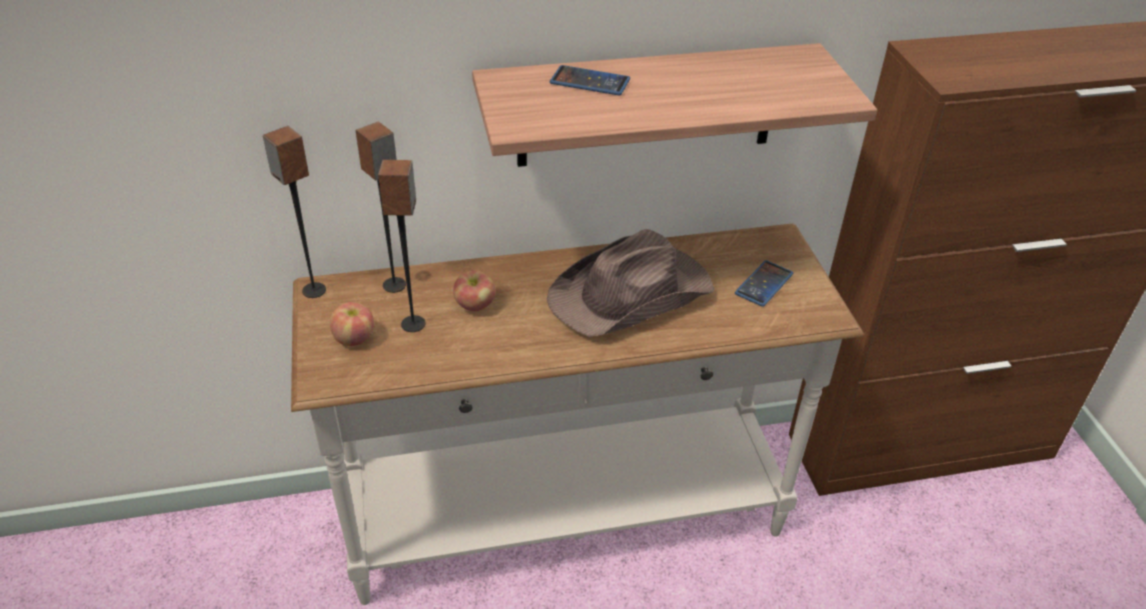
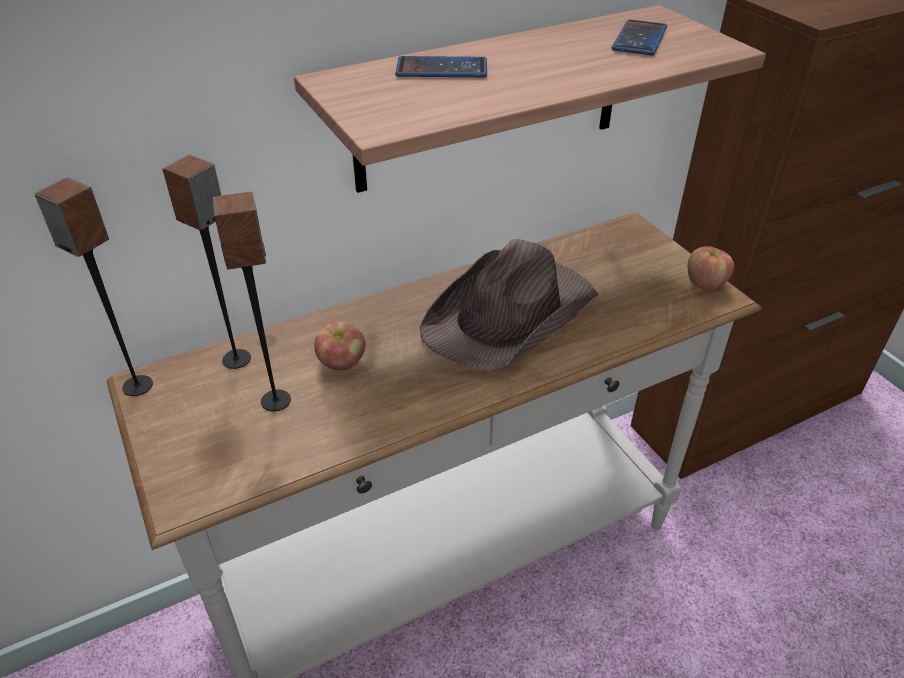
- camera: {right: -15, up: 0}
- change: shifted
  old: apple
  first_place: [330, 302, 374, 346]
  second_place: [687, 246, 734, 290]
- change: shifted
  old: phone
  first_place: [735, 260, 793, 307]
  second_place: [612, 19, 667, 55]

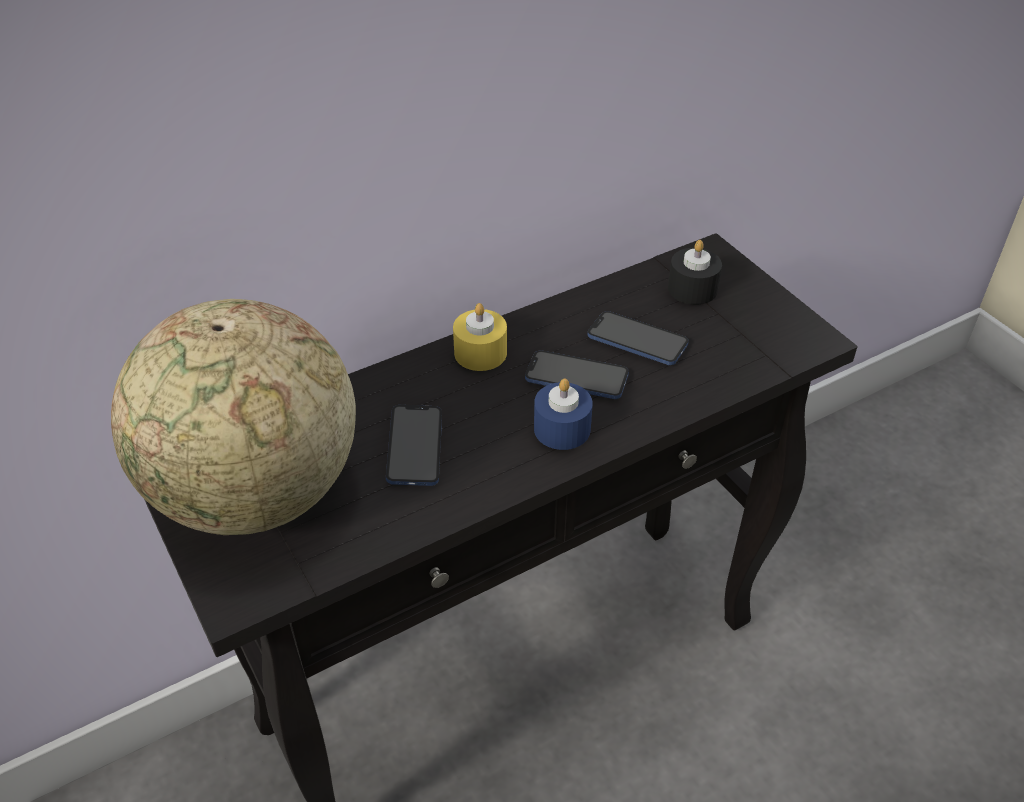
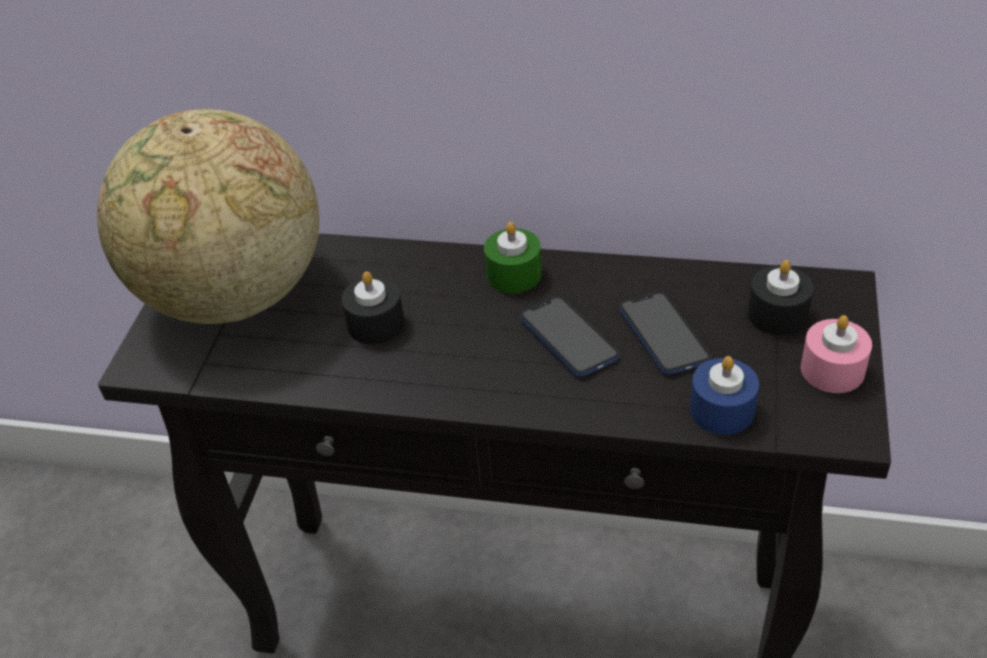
- camera: {right: 45, up: 0}
- change: swapped
  old: phone
  new: candle in black
  first_place: [386, 405, 442, 486]
  second_place: [341, 271, 405, 344]
- change: repainted
  old: candle in yellow
  new: candle in green
  first_place: [453, 303, 507, 371]
  second_place: [484, 222, 542, 293]
- change: shifted
  old: candle in blue
  first_place: [534, 378, 593, 450]
  second_place: [690, 356, 759, 435]
- change: new
  new: candle in pink
  second_place: [801, 315, 872, 393]

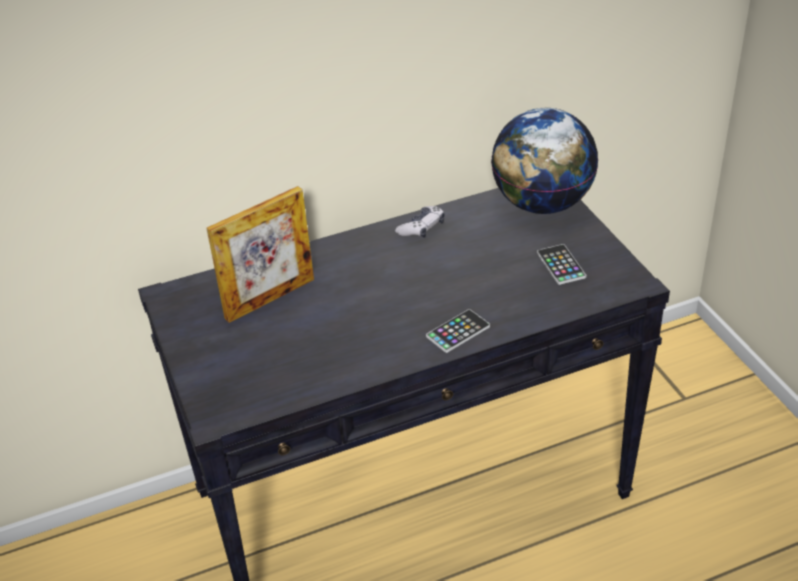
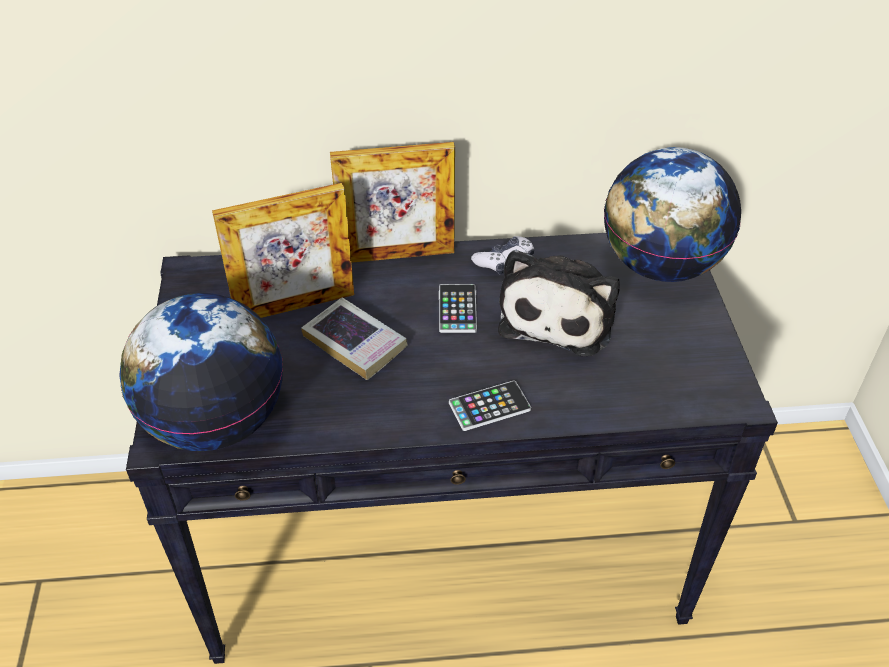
- camera: {right: 15, up: 5}
- change: shifted
  old: phone
  first_place: [537, 244, 586, 285]
  second_place: [439, 284, 477, 333]
- change: new
  new: globe
  second_place: [119, 293, 283, 451]
- change: new
  new: book
  second_place: [301, 297, 408, 380]
- change: new
  new: picture frame
  second_place: [330, 142, 455, 263]
- change: new
  new: plush toy
  second_place: [498, 250, 620, 356]

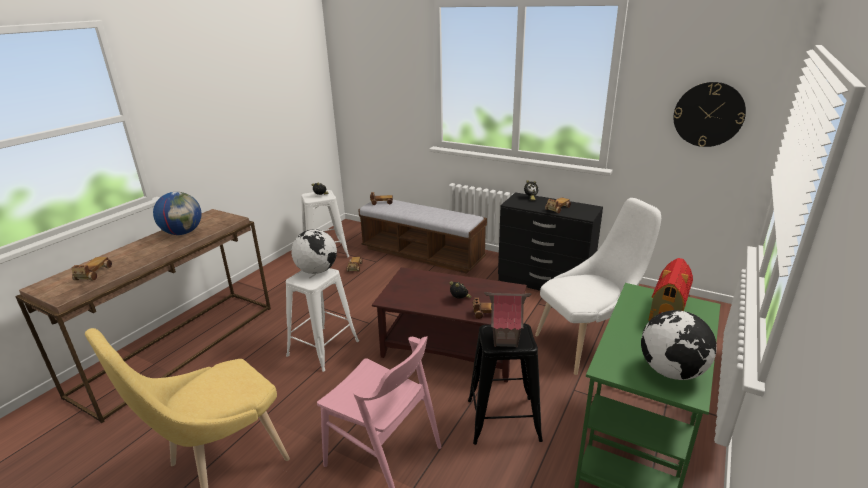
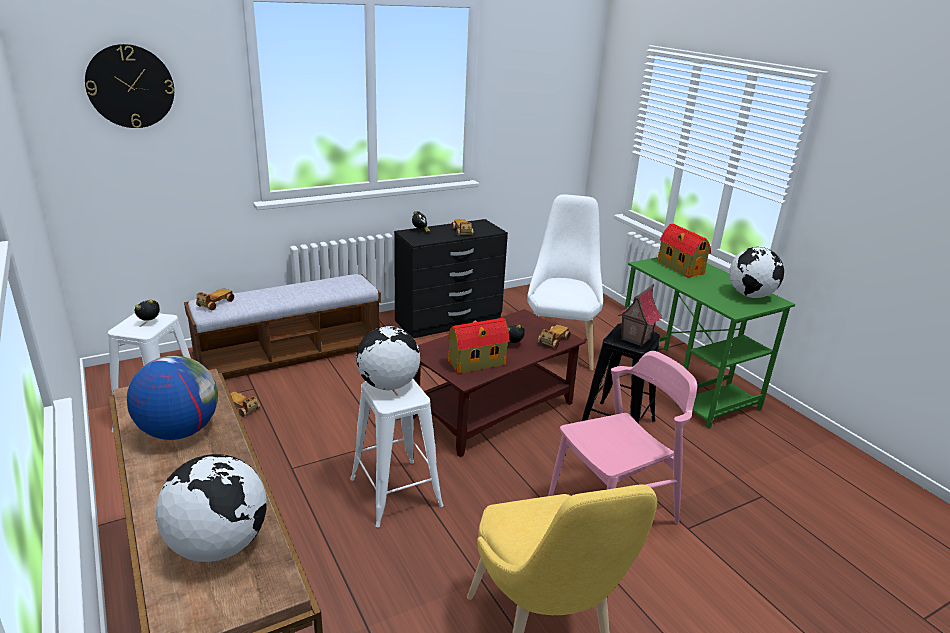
- camera: {right: -60, up: 0}
- change: swapped
  old: toy car
  new: globe
  first_place: [72, 257, 112, 280]
  second_place: [156, 454, 267, 562]
- change: shifted
  old: wall clock
  first_place: [673, 82, 746, 147]
  second_place: [85, 44, 174, 128]
- change: new
  new: toy house
  second_place: [448, 318, 509, 374]

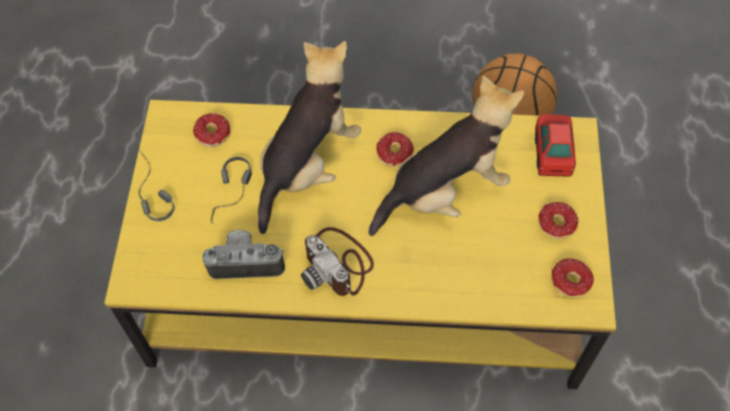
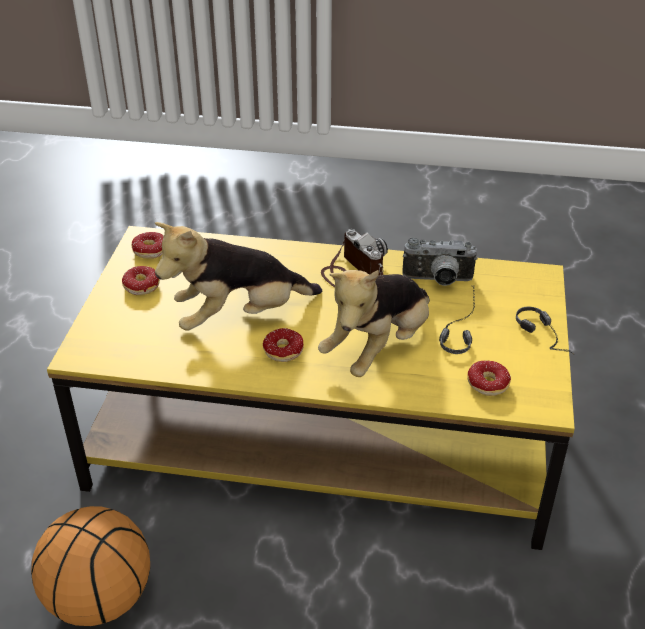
- camera: {right: -175, up: -20}
- change: gone
  old: toy car
  first_place: [535, 114, 576, 177]

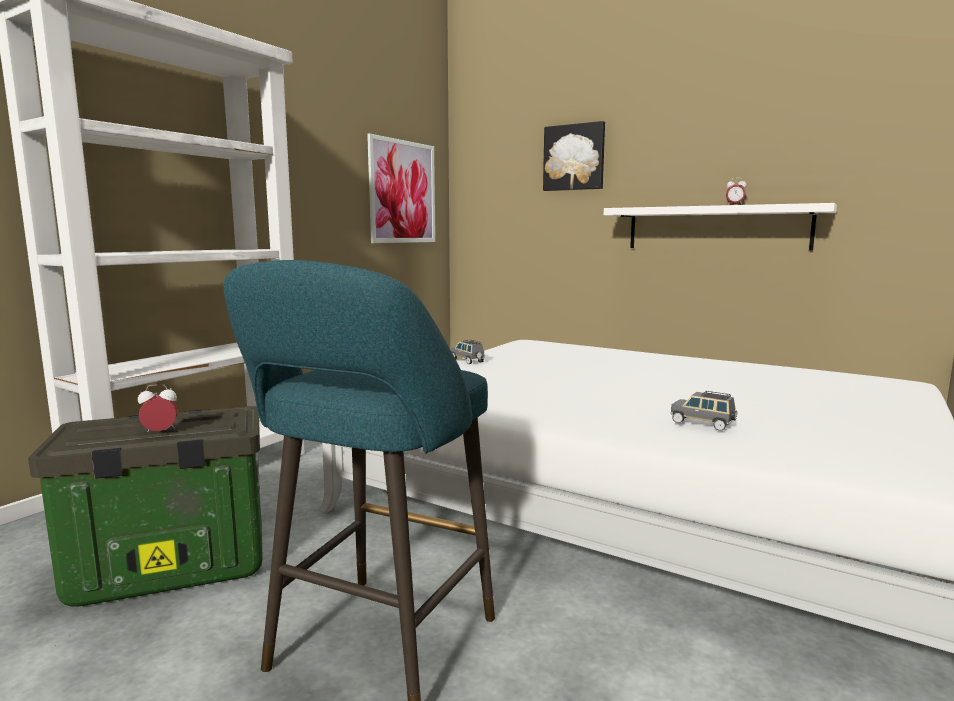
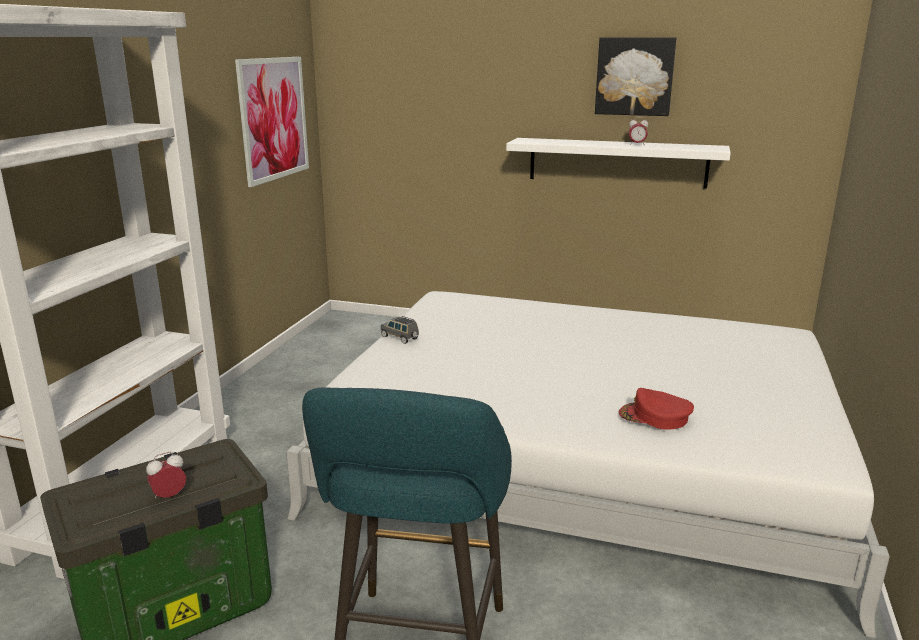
- camera: {right: -15, up: 10}
- change: shifted
  old: picture
  first_place: [543, 121, 605, 191]
  second_place: [595, 37, 676, 116]
- change: swapped
  old: toy car in grey
  new: cap in red
  first_place: [671, 391, 737, 431]
  second_place: [619, 388, 694, 430]

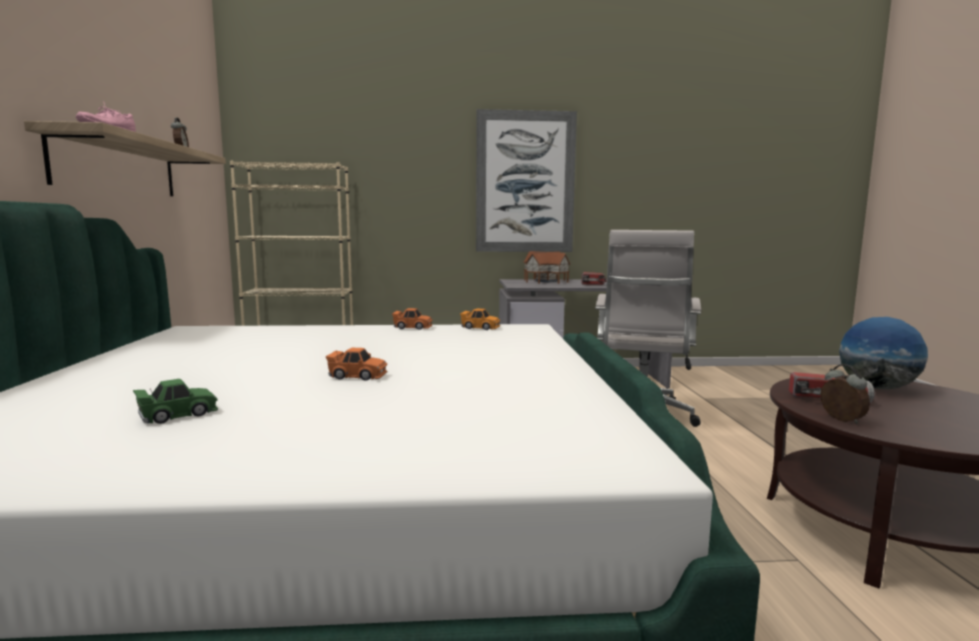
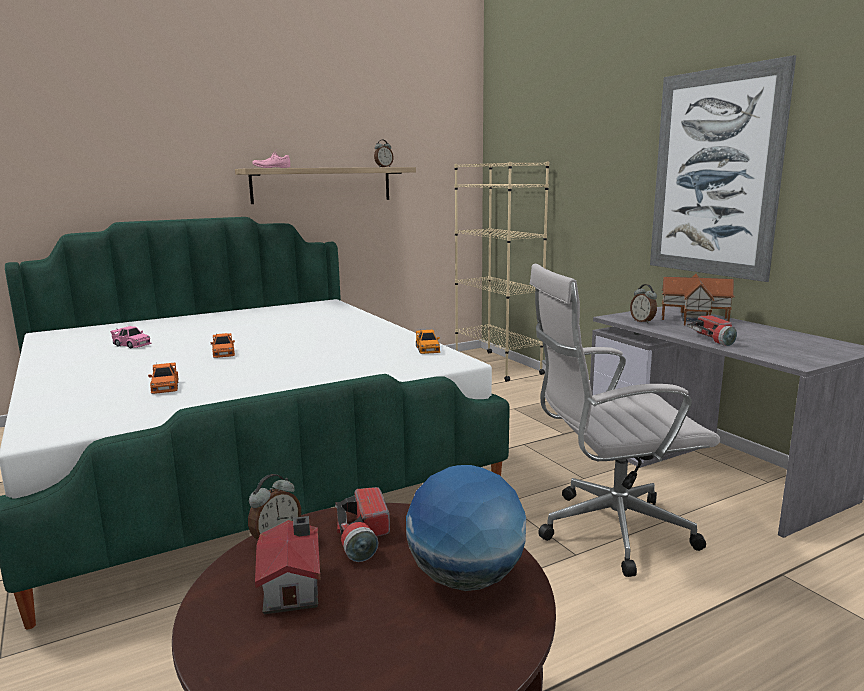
- camera: {right: 65, up: 5}
- change: repainted
  old: toy car in green
  new: toy car in pink
  first_place: [133, 379, 218, 424]
  second_place: [110, 326, 151, 348]
- change: shifted
  old: toy car in orange
  first_place: [392, 308, 433, 330]
  second_place: [148, 363, 179, 394]
- change: new
  new: toy house
  second_place: [255, 516, 321, 614]
- change: new
  new: alarm clock
  second_place: [630, 284, 657, 324]

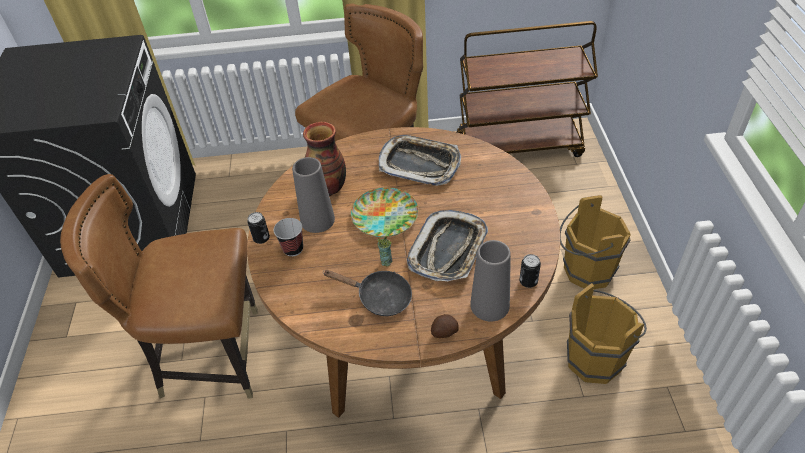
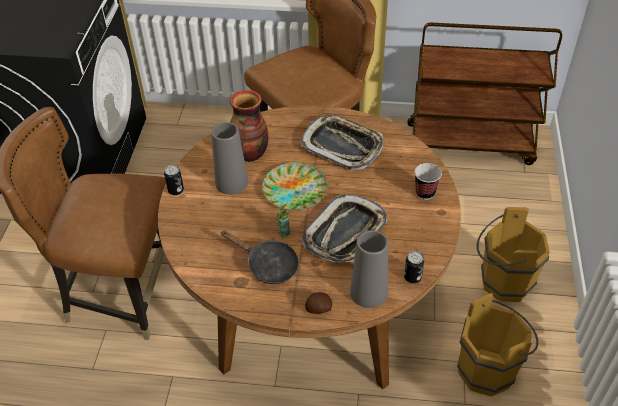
- camera: {right: 10, up: 0}
- change: shifted
  old: cup
  first_place: [274, 218, 303, 257]
  second_place: [415, 163, 442, 200]

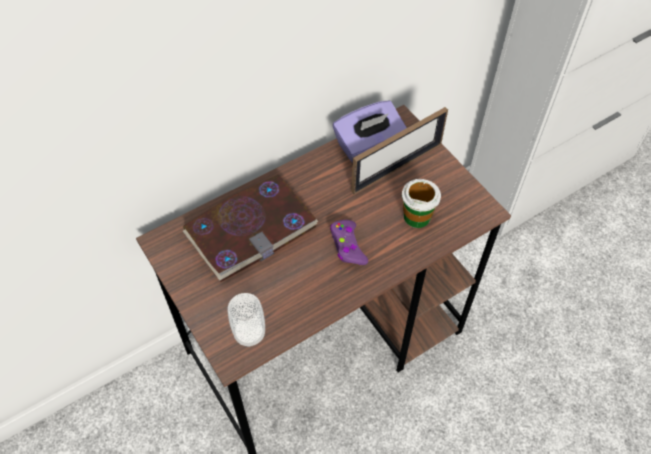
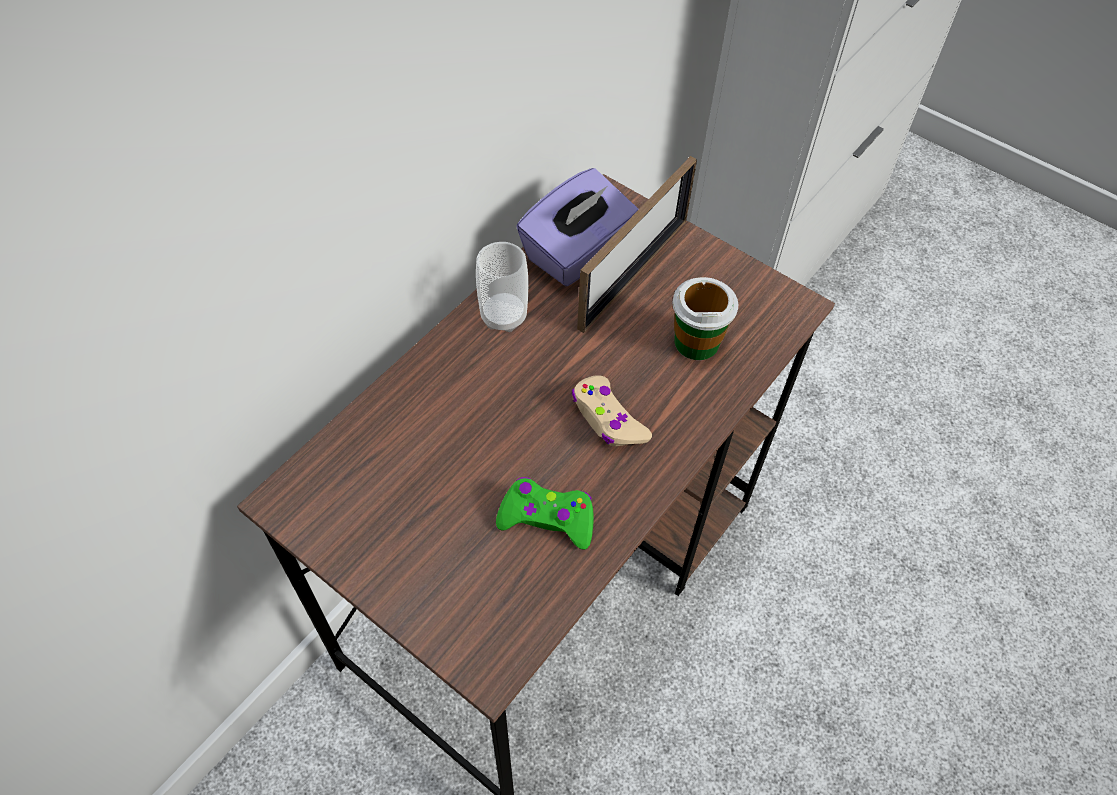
- camera: {right: -20, up: 0}
- change: gone
  old: book
  first_place: [183, 174, 318, 282]
- change: shifted
  old: cup
  first_place: [227, 293, 265, 347]
  second_place: [476, 242, 528, 332]
- change: repainted
  old: game controller in purple
  new: game controller in beige
  first_place: [330, 220, 368, 265]
  second_place: [572, 375, 652, 446]
- change: new
  new: game controller in green
  second_place: [496, 477, 594, 550]

